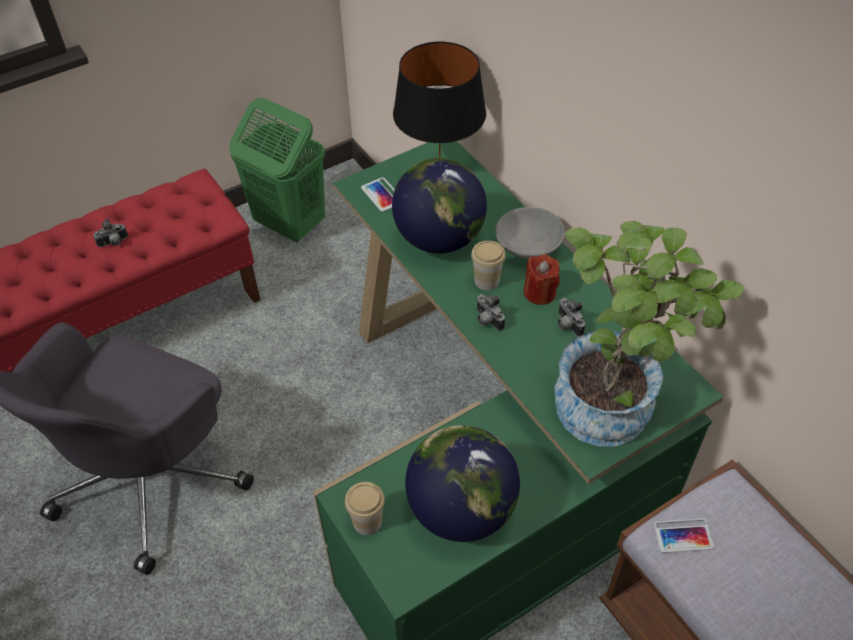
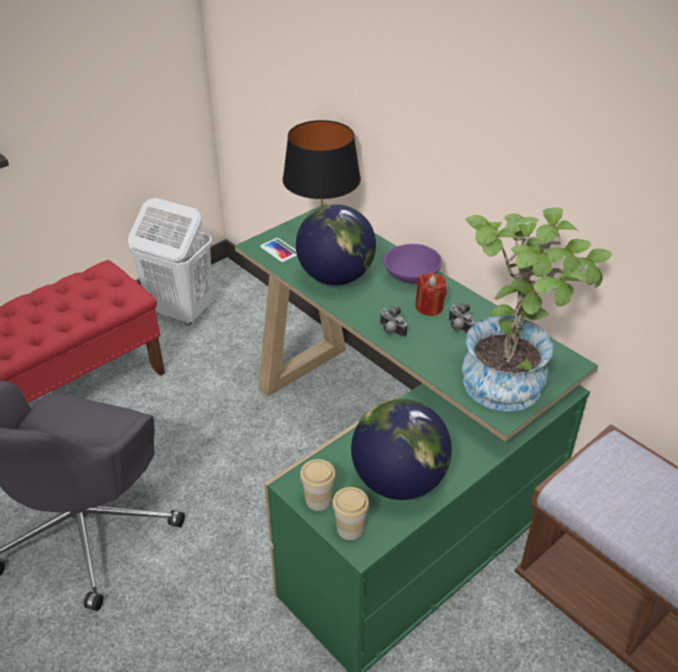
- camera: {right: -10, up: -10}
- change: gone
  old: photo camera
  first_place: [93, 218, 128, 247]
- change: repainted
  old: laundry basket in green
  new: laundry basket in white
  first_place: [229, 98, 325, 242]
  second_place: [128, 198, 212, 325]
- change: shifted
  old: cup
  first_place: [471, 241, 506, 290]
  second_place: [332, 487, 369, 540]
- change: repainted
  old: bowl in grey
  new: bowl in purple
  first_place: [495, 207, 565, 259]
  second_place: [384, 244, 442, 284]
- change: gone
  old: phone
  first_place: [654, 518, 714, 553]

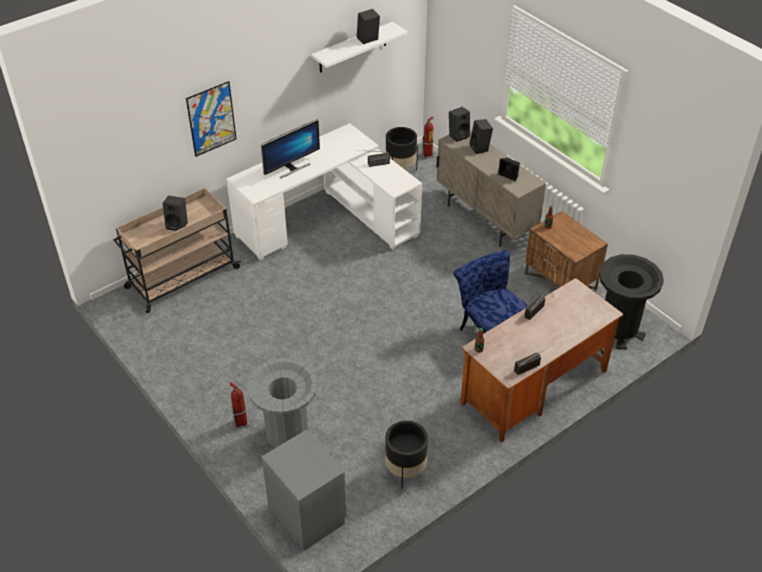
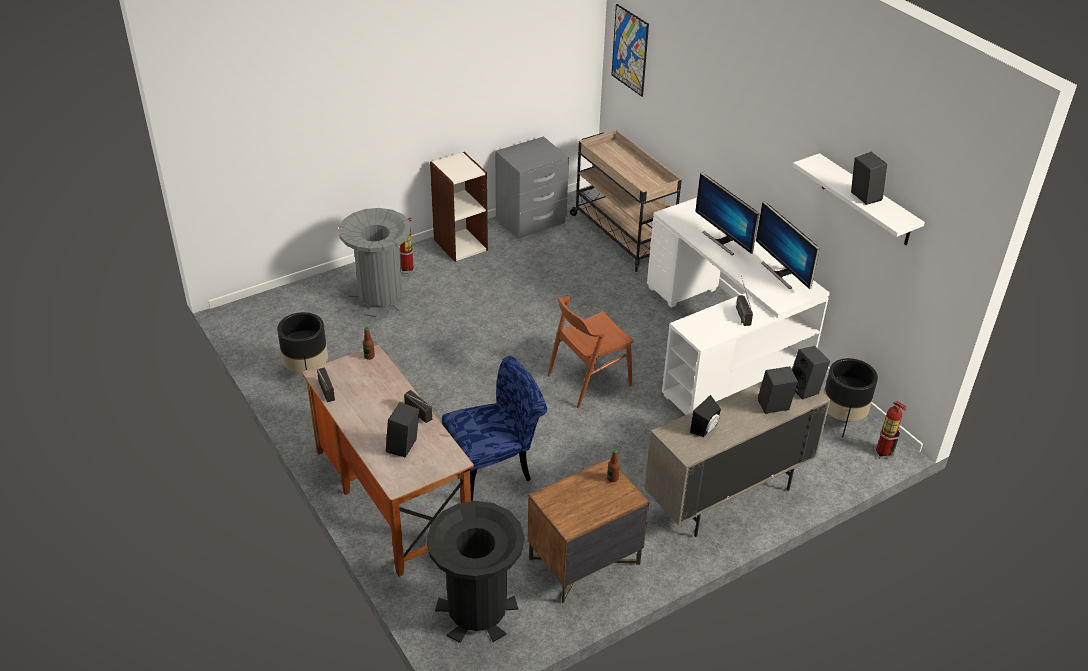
- camera: {right: 95, up: -5}
- change: shifted
  old: speaker in black
  first_place: [163, 196, 188, 231]
  second_place: [386, 402, 419, 458]
- change: shifted
  old: picture
  first_place: [186, 81, 237, 157]
  second_place: [612, 4, 649, 97]
- change: shifted
  old: nightstand in grey
  first_place: [261, 430, 346, 551]
  second_place: [495, 137, 569, 239]
- change: new
  new: bookcase
  second_place: [430, 152, 488, 262]
- change: new
  new: chair in brown
  second_place: [547, 296, 634, 408]
- change: new
  new: monitor
  second_place: [756, 201, 820, 289]

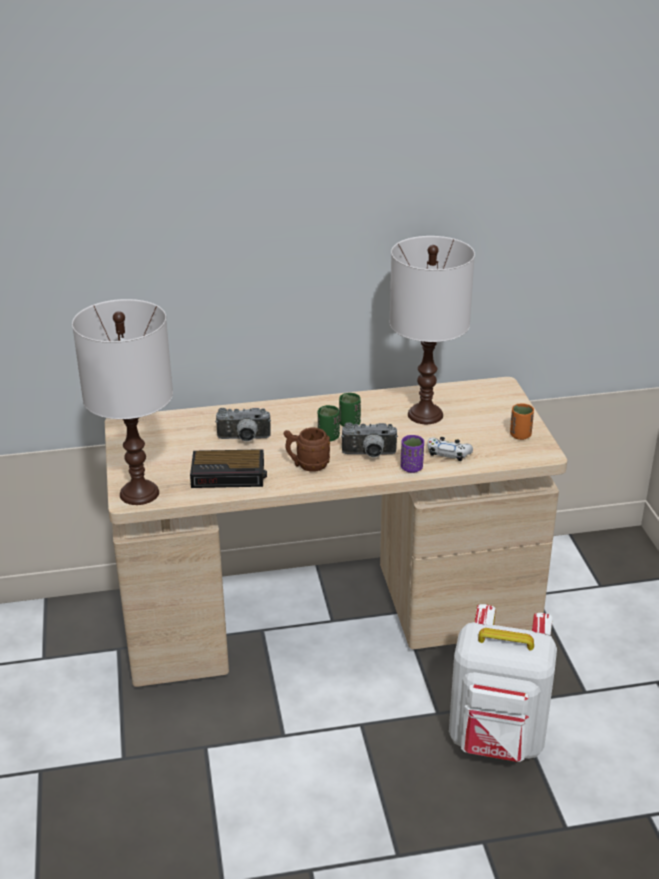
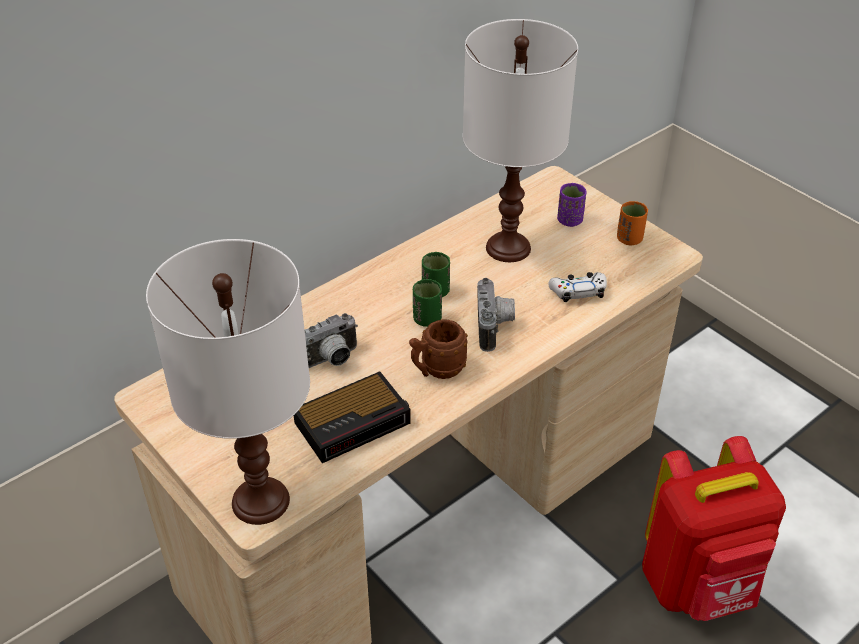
- camera: {right: -30, up: 10}
- change: rotated
  old: photo camera
  first_place: [341, 422, 398, 458]
  second_place: [477, 278, 515, 352]
  degrees: -60
- change: shifted
  old: cup in purple
  first_place: [401, 435, 424, 473]
  second_place: [557, 183, 587, 227]
- change: repainted
  old: backpack in white
  new: backpack in red
  first_place: [449, 604, 557, 762]
  second_place: [642, 436, 786, 621]

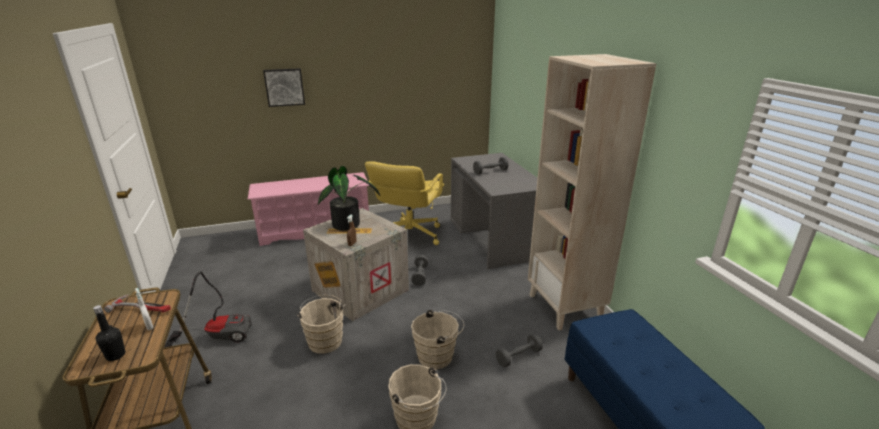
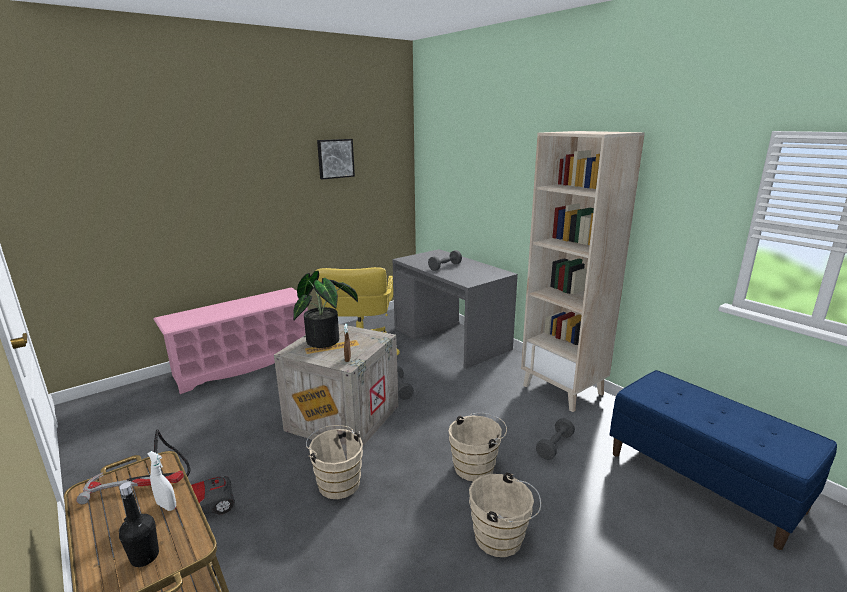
- camera: {right: -20, up: -5}
- change: shifted
  old: picture
  first_place: [263, 68, 305, 107]
  second_place: [317, 139, 355, 179]

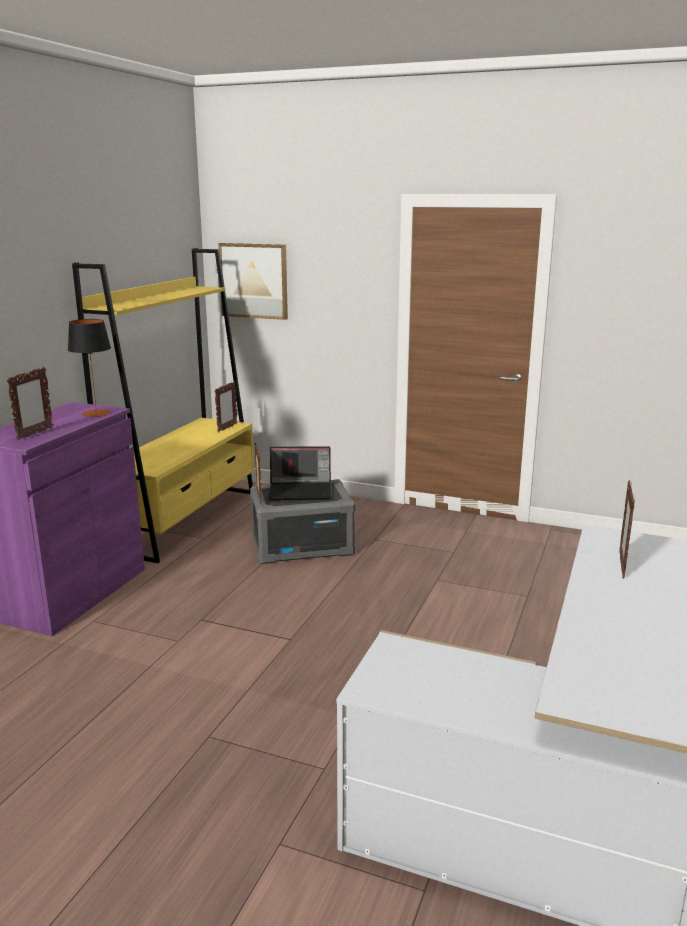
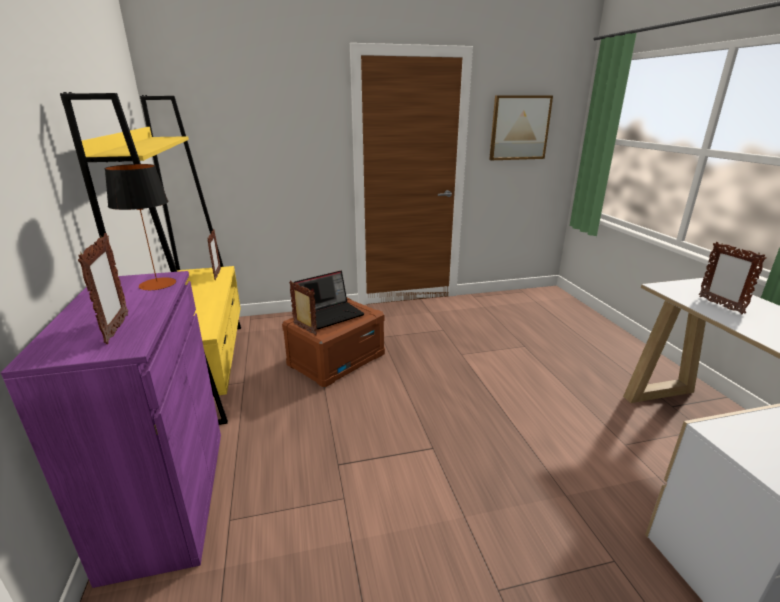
- camera: {right: -35, up: 5}
- change: shifted
  old: picture
  first_place: [218, 243, 288, 320]
  second_place: [489, 95, 553, 160]
- change: repainted
  old: storage box in grey
  new: storage box in brown
  first_place: [250, 479, 355, 564]
  second_place: [282, 298, 385, 388]

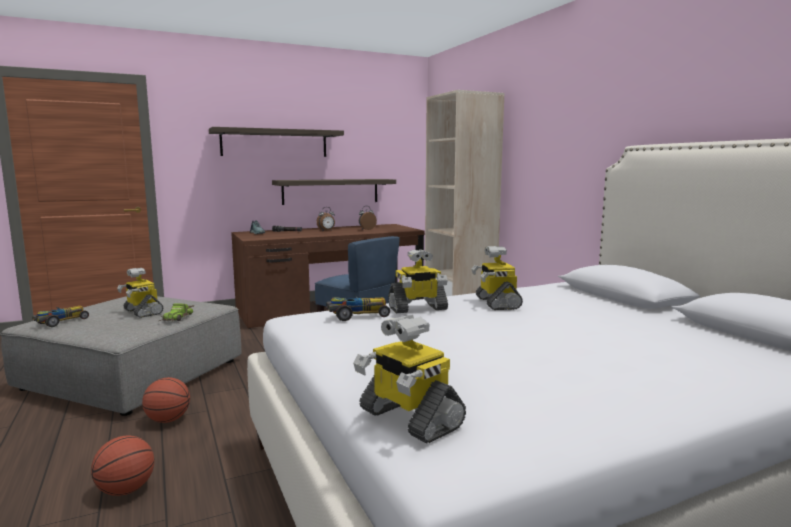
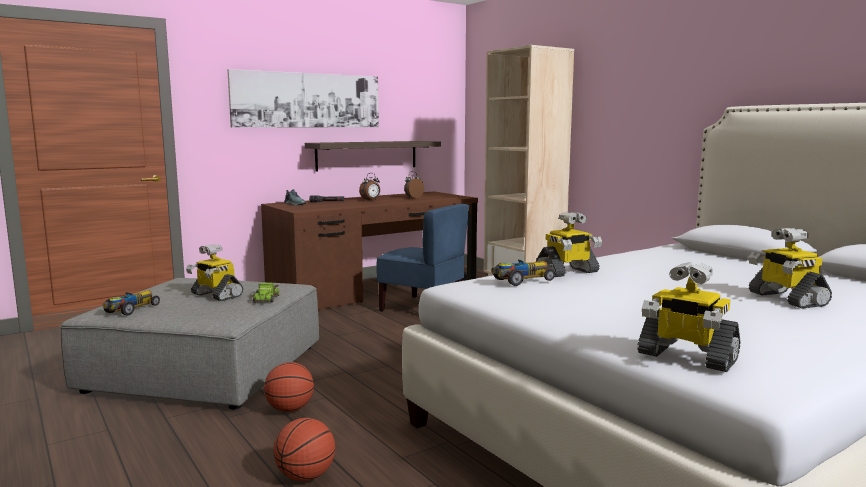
- camera: {right: -10, up: 0}
- change: swapped
  old: shelf
  new: picture
  first_place: [209, 127, 344, 157]
  second_place: [227, 69, 379, 128]
- change: shifted
  old: toy robot
  first_place: [471, 246, 523, 310]
  second_place: [748, 228, 832, 309]

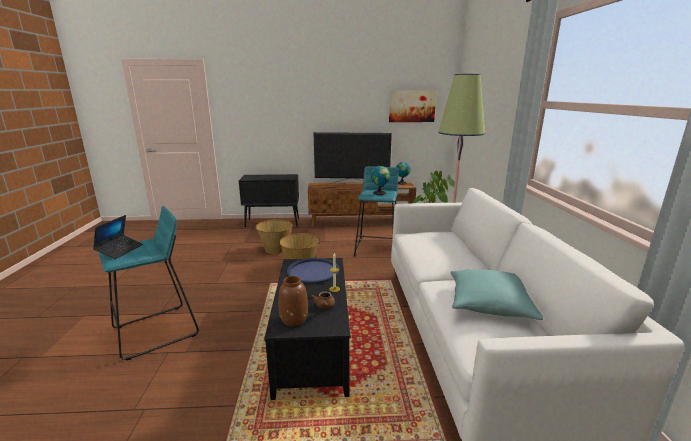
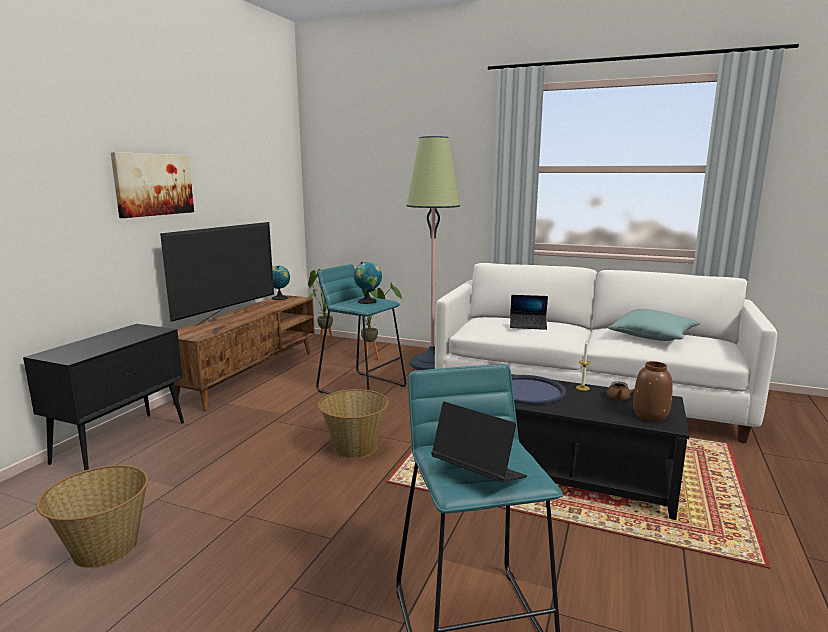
- camera: {right: -65, up: -5}
- change: shifted
  old: basket
  first_place: [255, 219, 293, 254]
  second_place: [36, 465, 149, 568]
- change: shifted
  old: picture
  first_place: [389, 91, 437, 122]
  second_place: [111, 152, 194, 218]
- change: new
  new: laptop
  second_place: [510, 295, 548, 330]

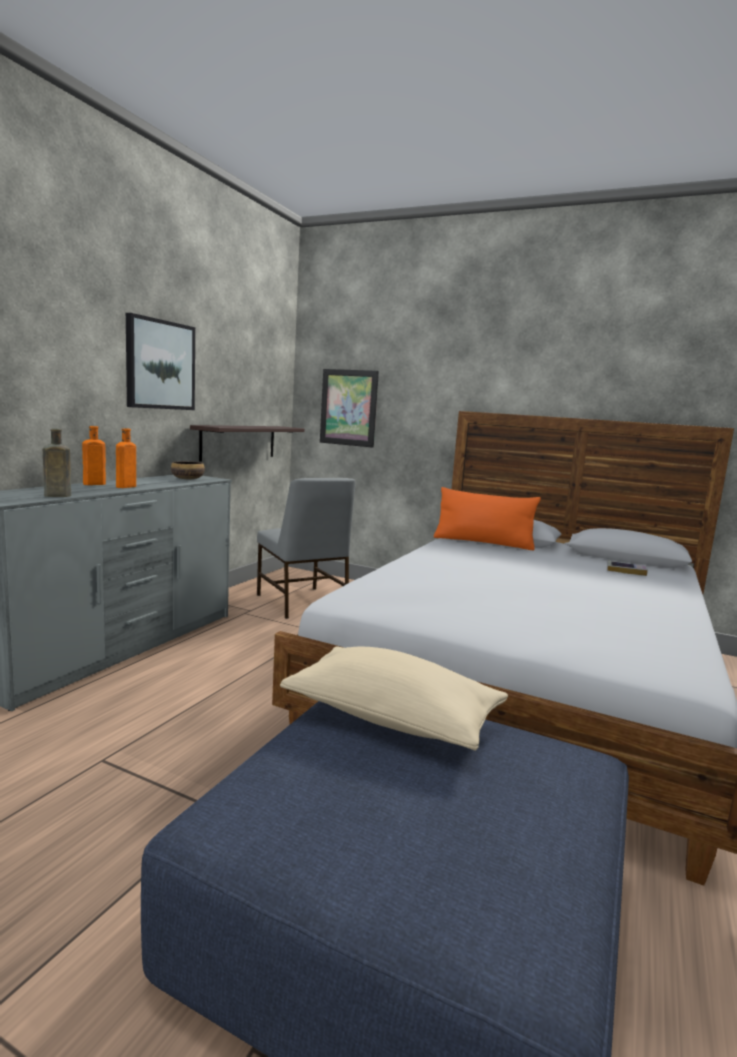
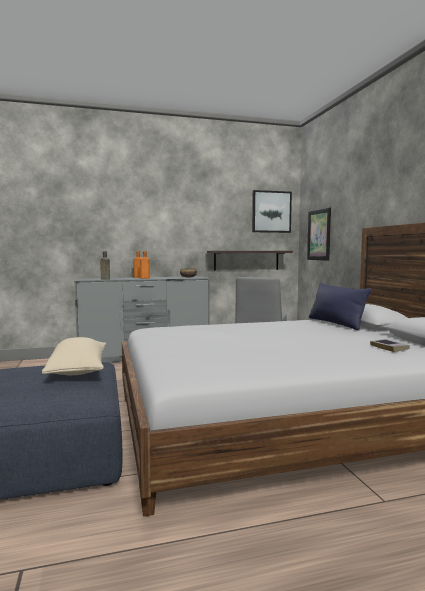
- camera: {right: 50, up: -5}
- change: shifted
  old: picture
  first_place: [126, 313, 195, 410]
  second_place: [252, 190, 292, 233]
- change: repainted
  old: pillow in orange
  new: pillow in blue
  first_place: [434, 487, 541, 550]
  second_place: [309, 283, 372, 330]

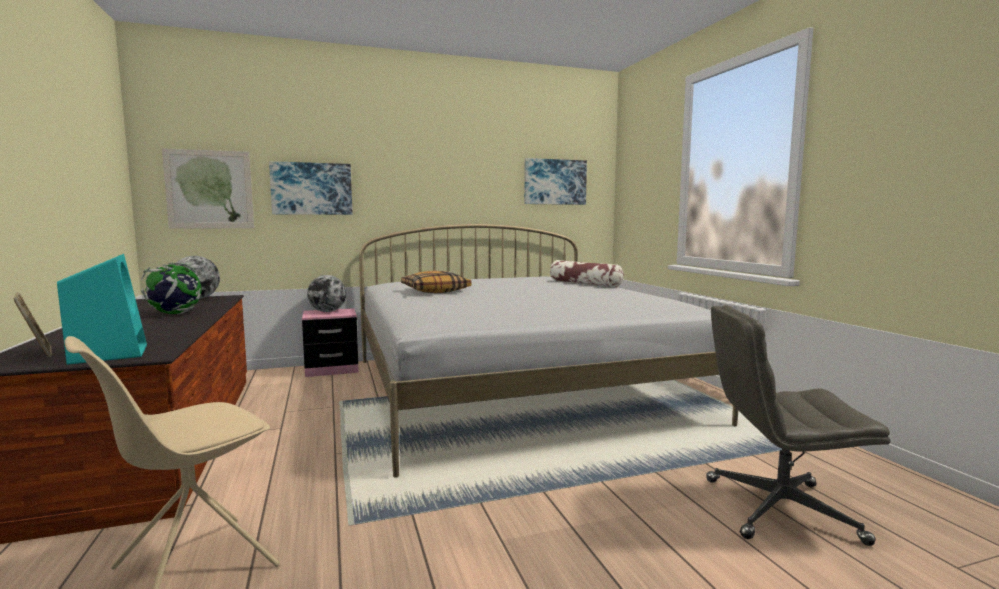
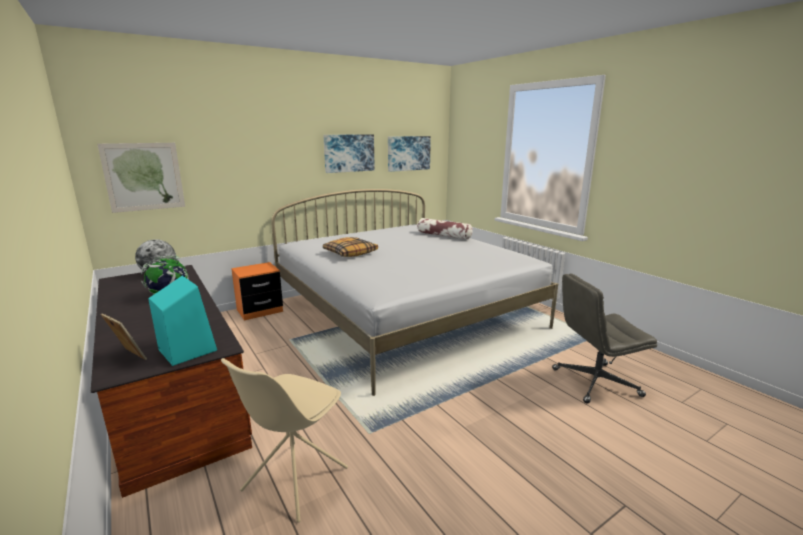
- camera: {right: -15, up: 10}
- change: shifted
  old: picture
  first_place: [269, 161, 352, 215]
  second_place: [323, 134, 375, 173]
- change: repainted
  old: nightstand in pink
  new: nightstand in orange
  first_place: [302, 308, 359, 377]
  second_place: [231, 262, 283, 320]
- change: gone
  old: globe
  first_place: [307, 275, 346, 312]

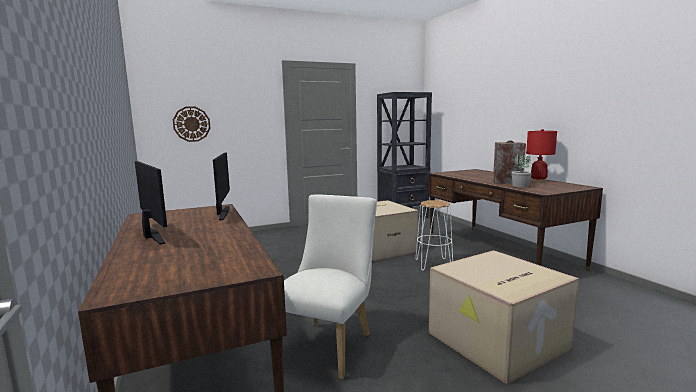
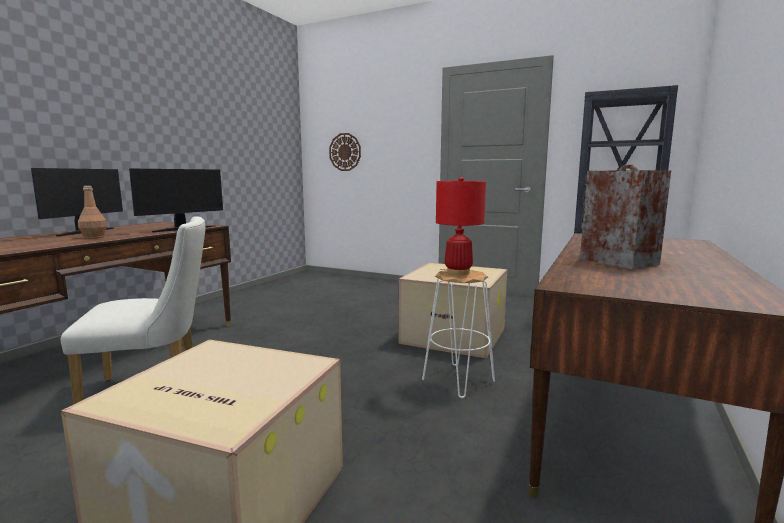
- camera: {right: 50, up: 0}
- change: gone
  old: potted plant
  first_place: [512, 155, 532, 188]
- change: shifted
  old: table lamp in red
  first_place: [526, 129, 557, 182]
  second_place: [436, 177, 486, 275]
- change: new
  new: bottle in brown
  second_place: [78, 186, 107, 239]

